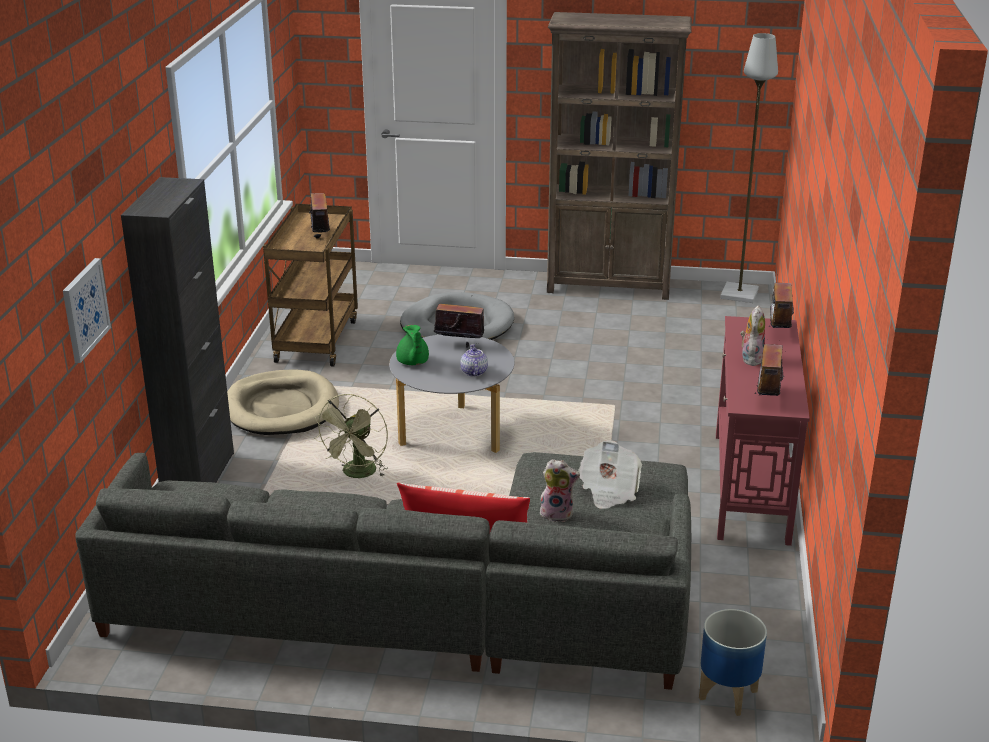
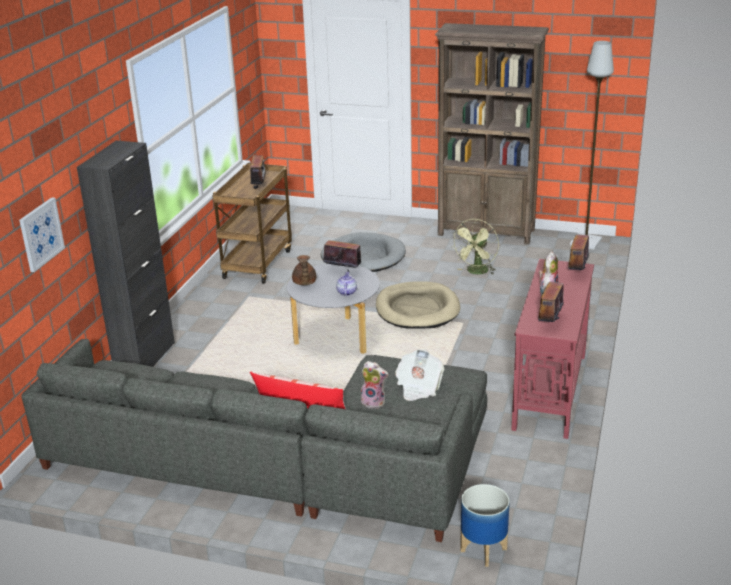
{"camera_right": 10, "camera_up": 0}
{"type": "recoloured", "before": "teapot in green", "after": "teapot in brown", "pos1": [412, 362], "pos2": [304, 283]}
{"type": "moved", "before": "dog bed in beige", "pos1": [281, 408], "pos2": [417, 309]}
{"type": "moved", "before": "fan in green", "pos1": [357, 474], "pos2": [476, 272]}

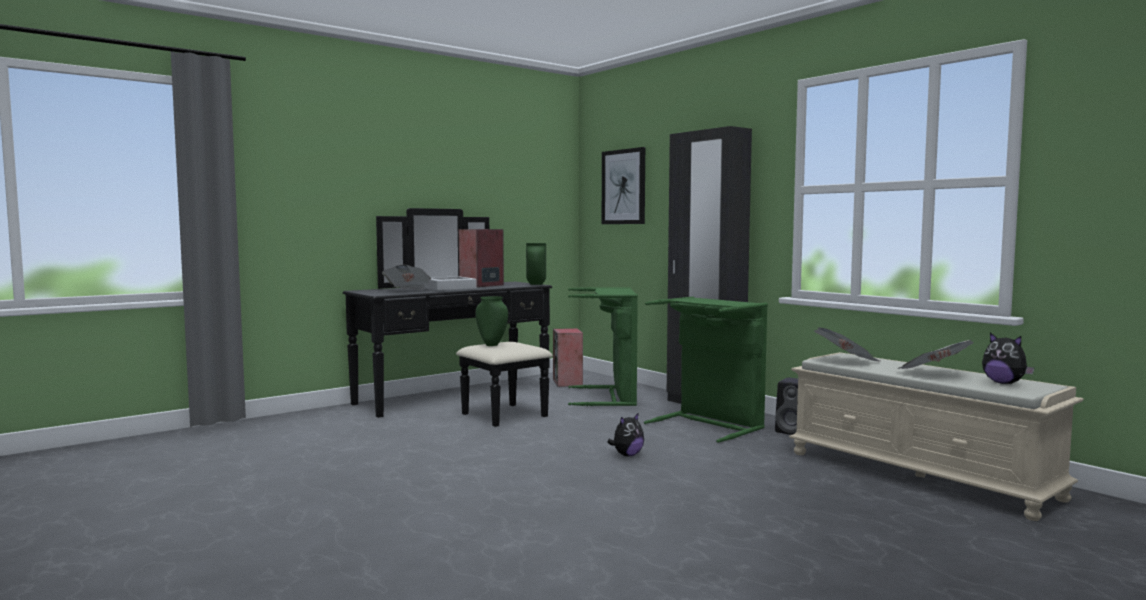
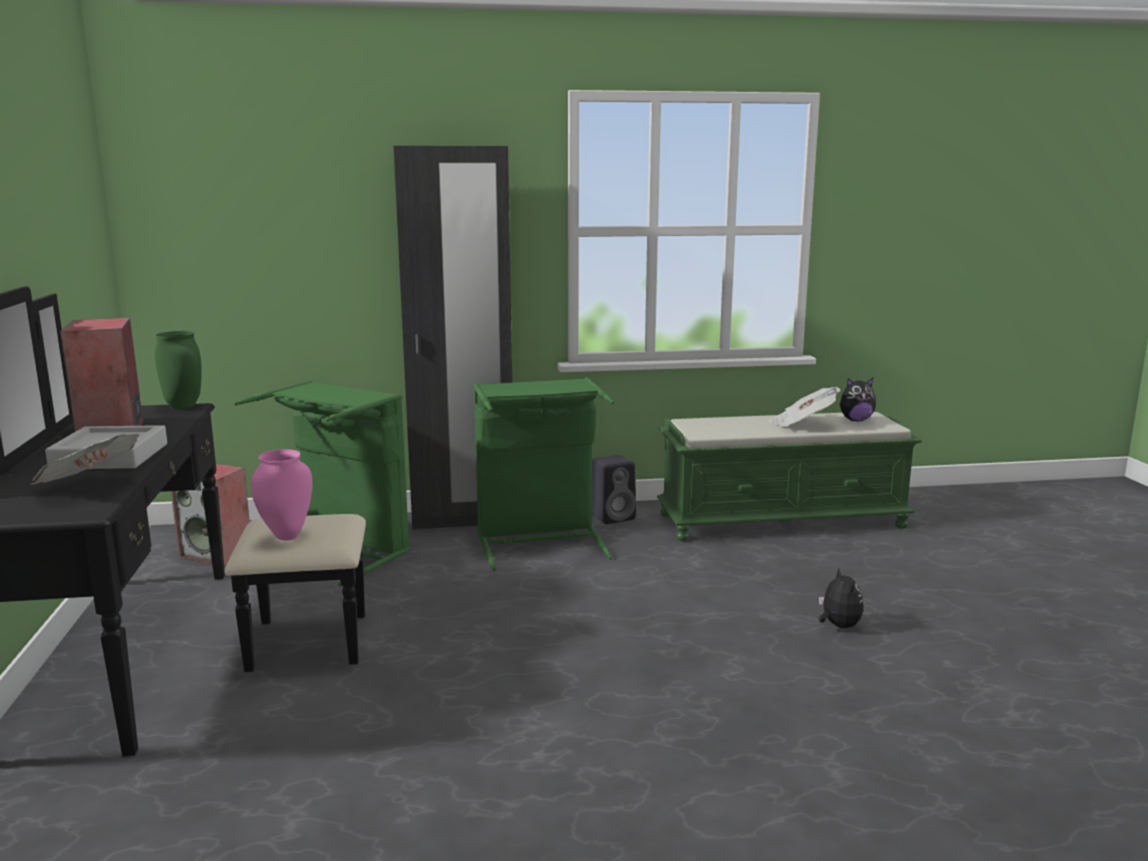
{"camera_right": -60, "camera_up": 10}
{"type": "recoloured", "before": "vase in green", "after": "vase in pink", "pos1": [492, 345], "pos2": [286, 536]}
{"type": "recoloured", "before": "bench in beige", "after": "bench in green", "pos1": [921, 475], "pos2": [782, 520]}
{"type": "moved", "before": "plush toy", "pos1": [627, 455], "pos2": [838, 626]}
{"type": "removed", "before": "picture", "pos1": [624, 187]}
{"type": "removed", "before": "newspaper", "pos1": [847, 361]}

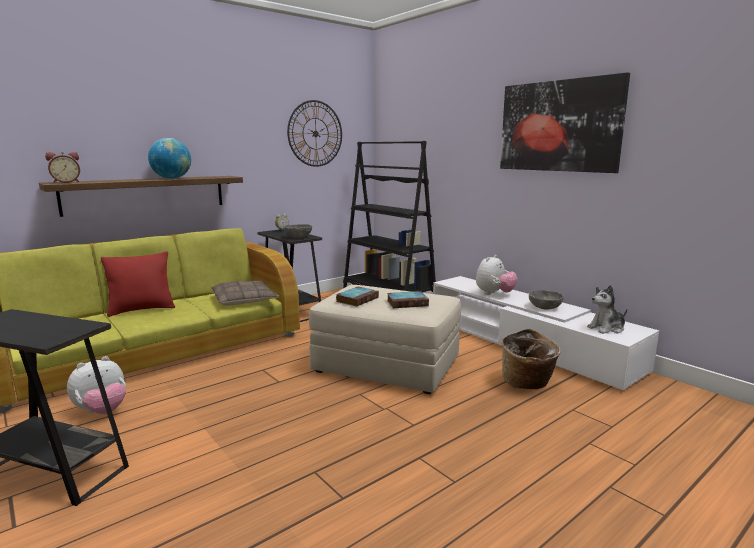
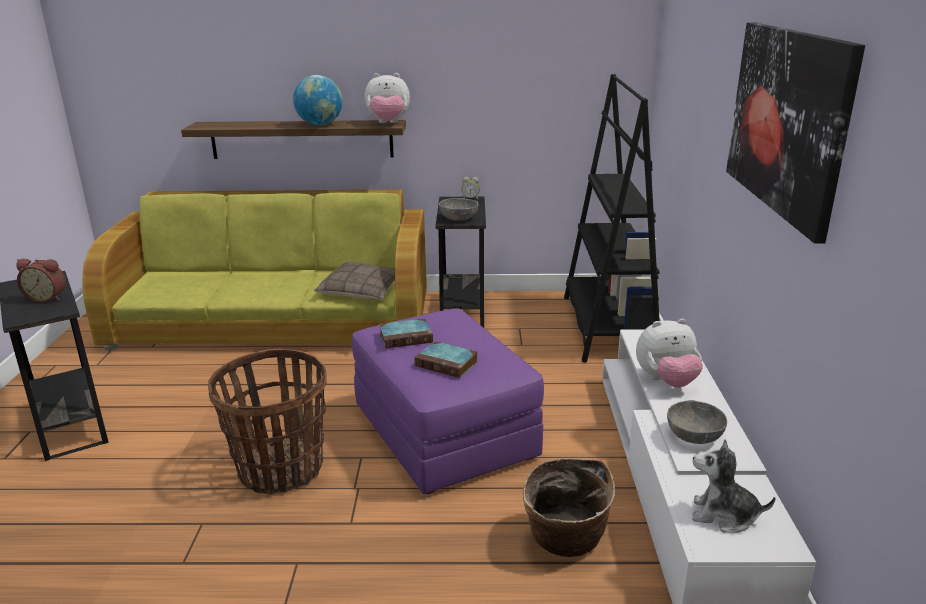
{"camera_right": 40, "camera_up": 10}
{"type": "moved", "before": "alarm clock", "pos1": [66, 182], "pos2": [47, 298]}
{"type": "added", "after": "basket", "pos2": [280, 470]}
{"type": "recoloured", "before": "ottoman in beige", "after": "ottoman in purple", "pos1": [387, 365], "pos2": [445, 432]}
{"type": "moved", "before": "plush toy", "pos1": [102, 411], "pos2": [388, 123]}
{"type": "removed", "before": "pillow in red", "pos1": [142, 309]}
{"type": "removed", "before": "wall clock", "pos1": [315, 133]}

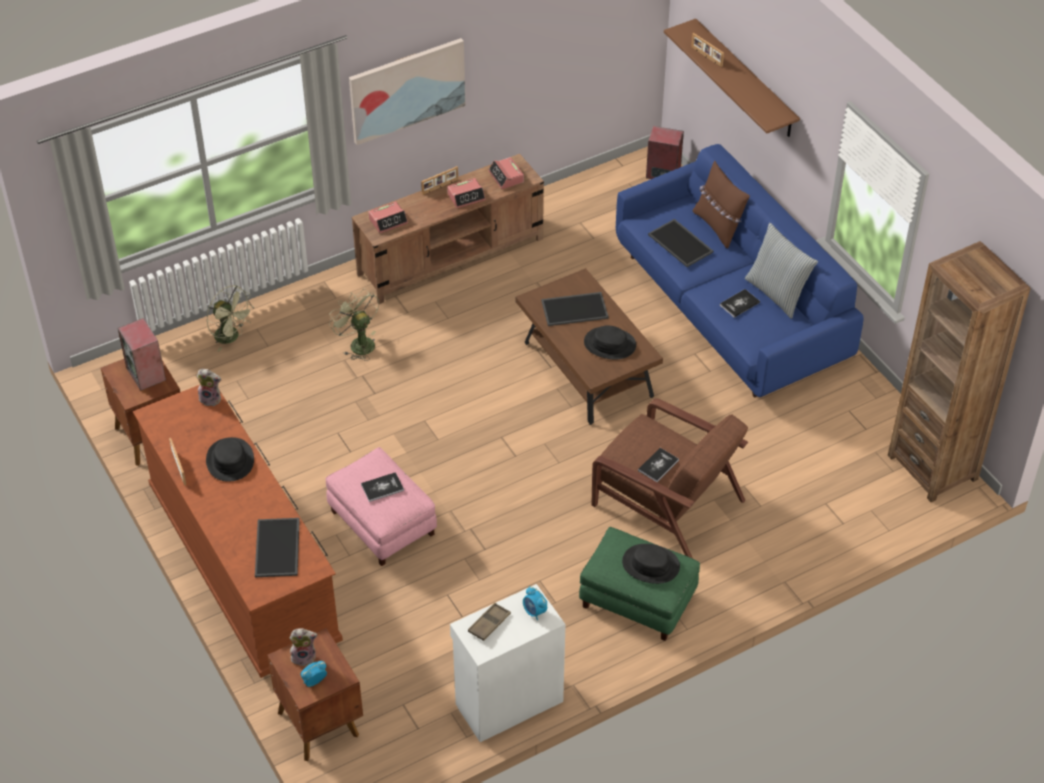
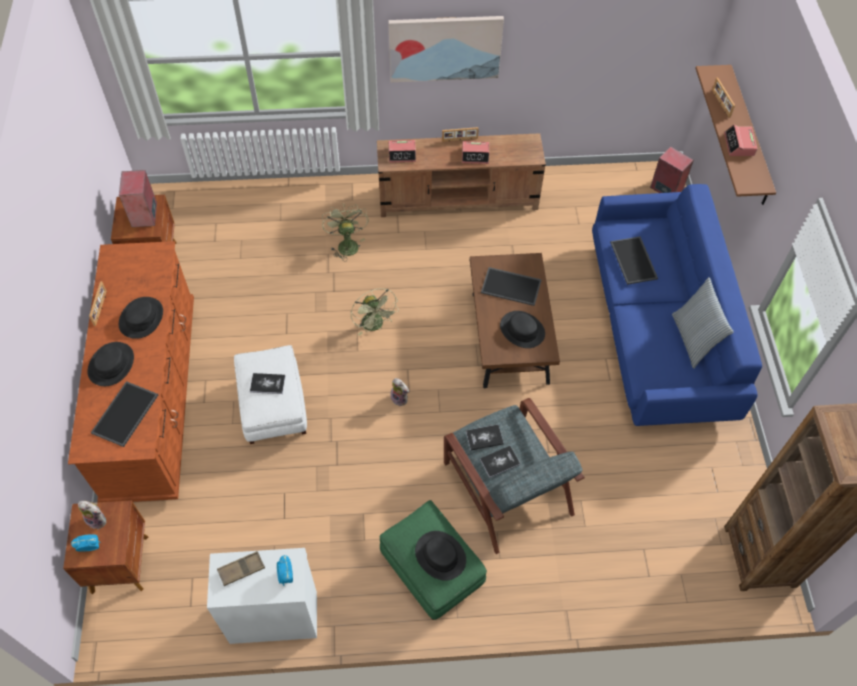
{"camera_right": 25, "camera_up": 10}
{"type": "added", "after": "hat in black", "pos2": [111, 364]}
{"type": "recoloured", "before": "ottoman in pink", "after": "ottoman in white", "pos1": [381, 523], "pos2": [272, 406]}
{"type": "moved", "before": "fan in green", "pos1": [231, 337], "pos2": [375, 325]}
{"type": "moved", "before": "plush toy", "pos1": [211, 399], "pos2": [400, 398]}
{"type": "recoloured", "before": "armchair in brown", "after": "armchair in grey", "pos1": [665, 501], "pos2": [506, 485]}
{"type": "moved", "before": "book", "pos1": [739, 304], "pos2": [484, 438]}
{"type": "moved", "before": "alarm clock", "pos1": [506, 177], "pos2": [739, 145]}
{"type": "removed", "before": "pillow in brown", "pos1": [718, 226]}

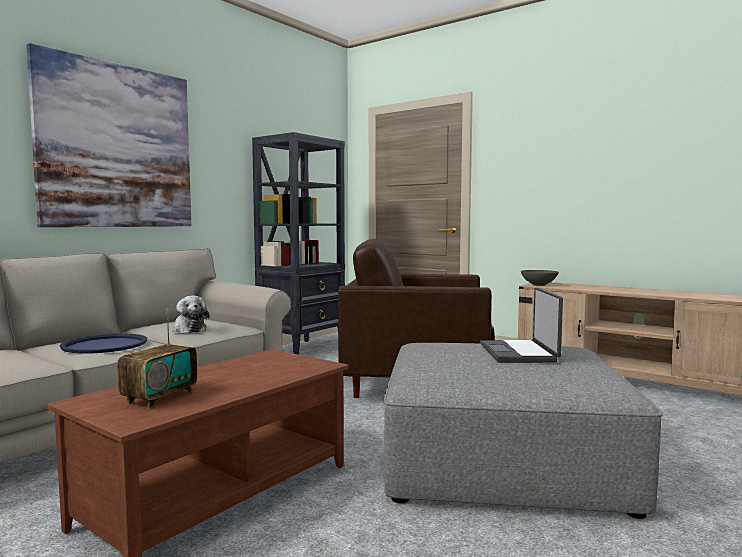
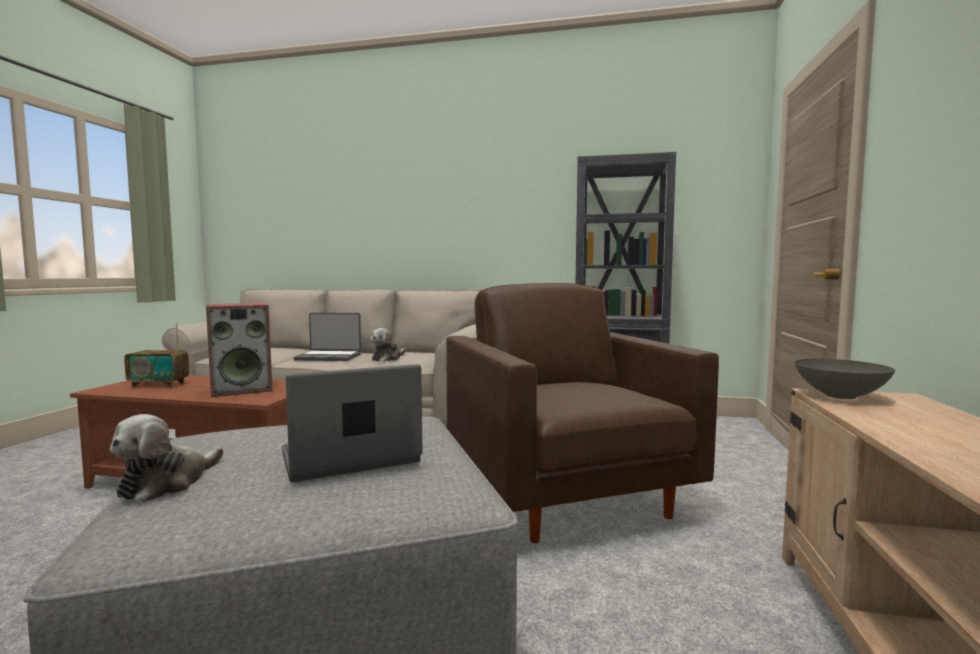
{"camera_right": 65, "camera_up": 0}
{"type": "added", "after": "plush toy", "pos2": [167, 483]}
{"type": "added", "after": "speaker", "pos2": [242, 389]}
{"type": "replaced", "before": "tray in blue", "after": "laptop", "pos1": [104, 345], "pos2": [329, 357]}
{"type": "removed", "before": "picture", "pos1": [117, 146]}

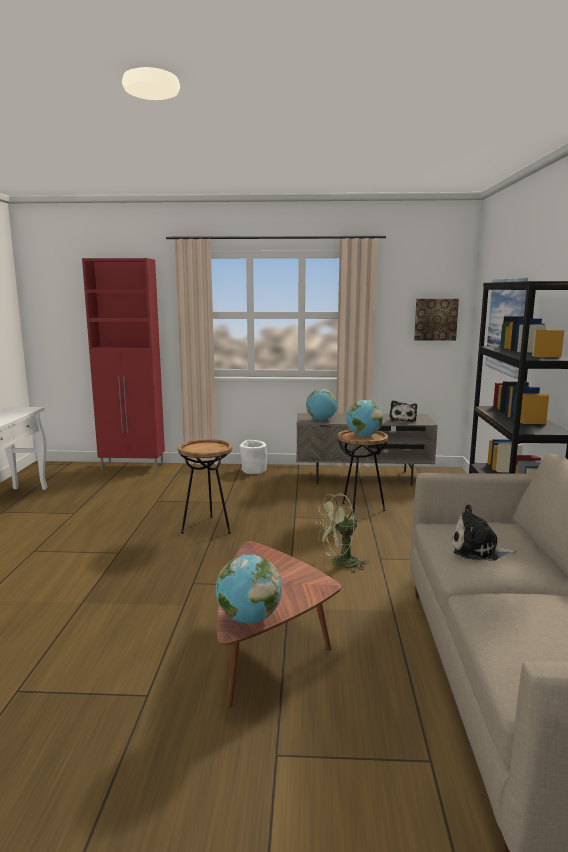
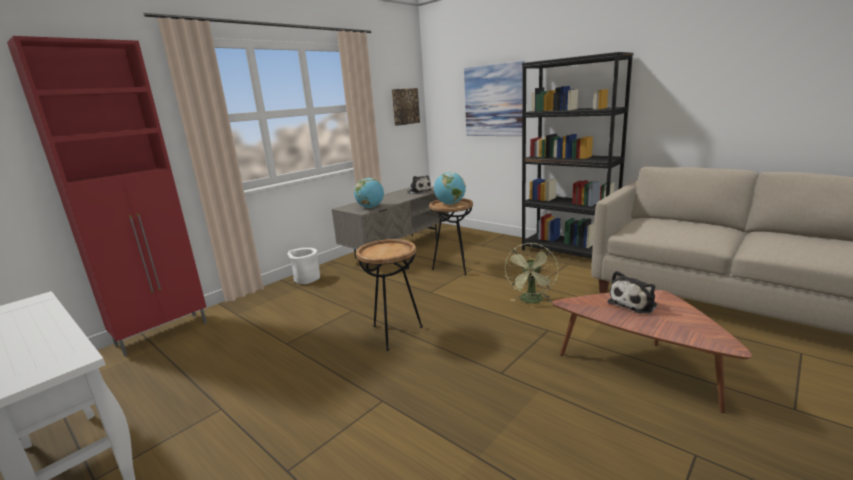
{"camera_right": -50, "camera_up": 5}
{"type": "moved", "before": "plush toy", "pos1": [478, 550], "pos2": [634, 303]}
{"type": "removed", "before": "globe", "pos1": [249, 618]}

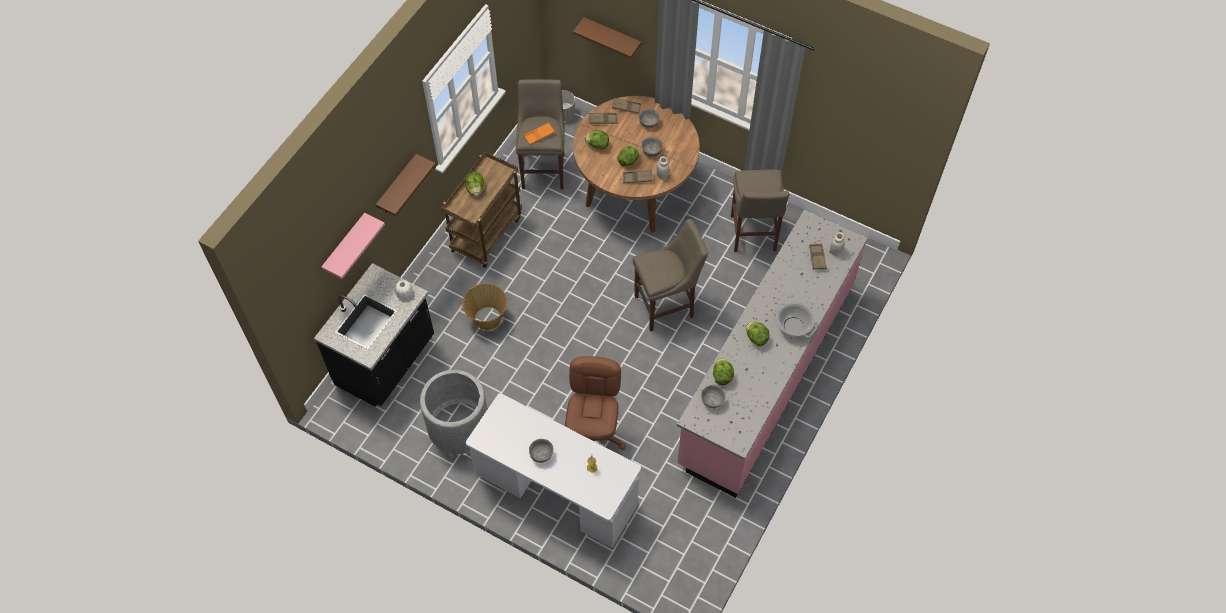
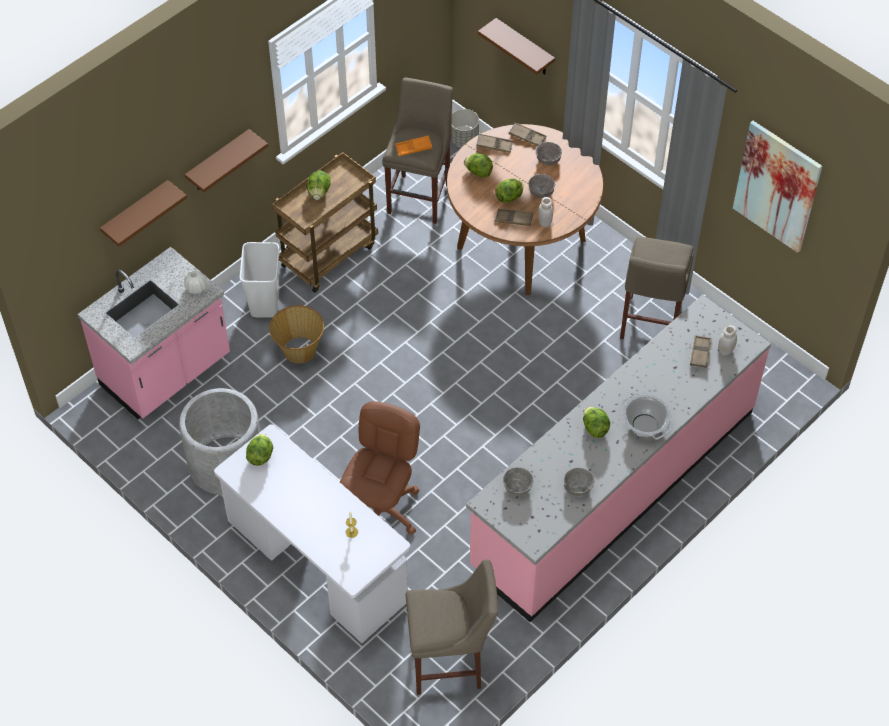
{"camera_right": 15, "camera_up": -5}
{"type": "recoloured", "before": "counter in black", "after": "counter in pink", "pos1": [386, 362], "pos2": [166, 373]}
{"type": "recoloured", "before": "shelf in pink", "after": "shelf in brown", "pos1": [345, 247], "pos2": [136, 214]}
{"type": "added", "after": "trash can in white", "pos2": [264, 302]}
{"type": "moved", "before": "lettuce", "pos1": [722, 376], "pos2": [260, 455]}
{"type": "moved", "before": "stool in beige", "pos1": [667, 306], "pos2": [450, 664]}
{"type": "moved", "before": "bowl in grey", "pos1": [541, 455], "pos2": [577, 488]}
{"type": "added", "after": "picture", "pos2": [777, 186]}

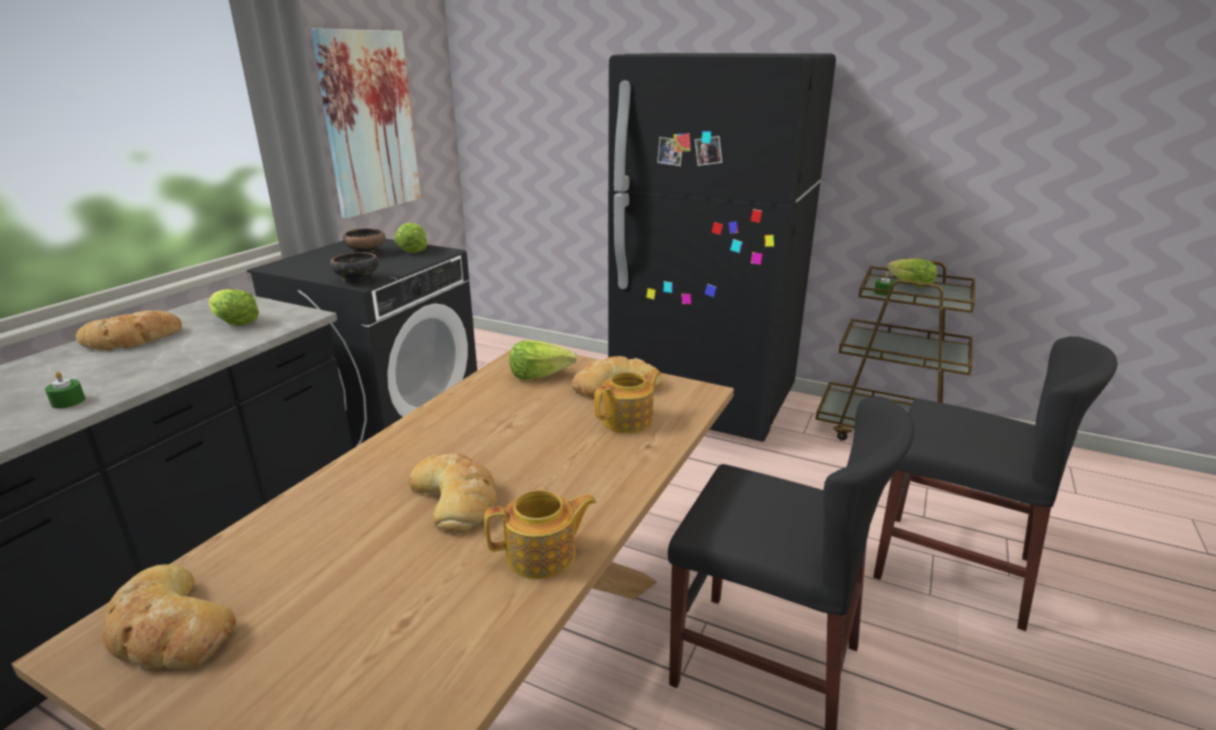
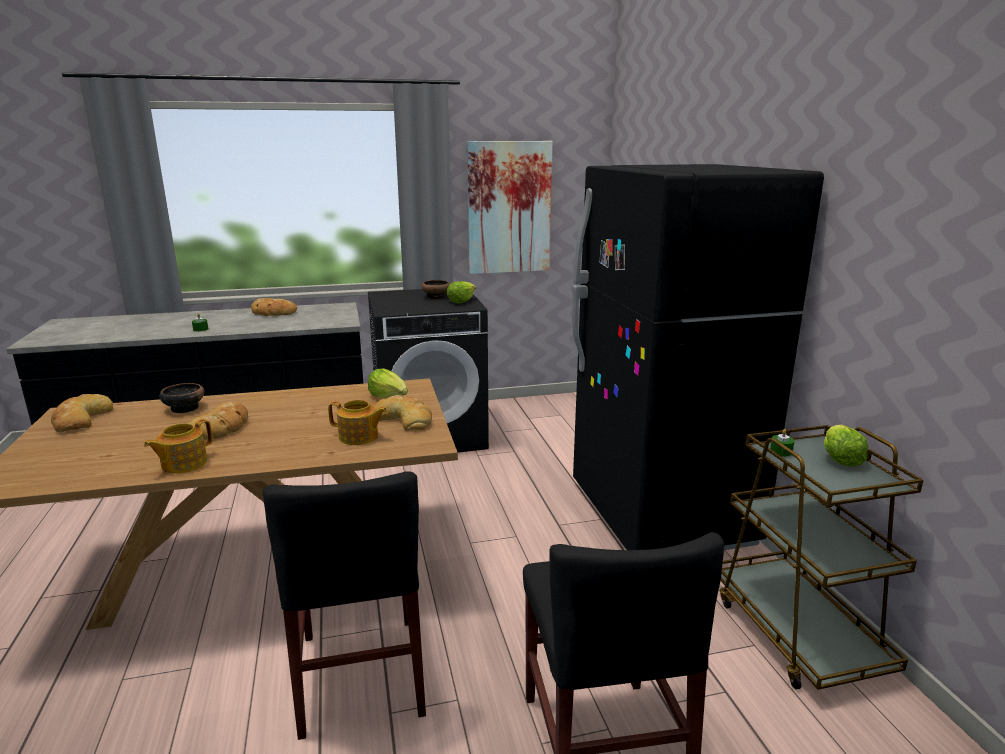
{"camera_right": 50, "camera_up": -5}
{"type": "turned", "before": "teapot", "pos1": [543, 555], "pos2": [183, 464], "turn": 90}
{"type": "moved", "before": "bowl", "pos1": [357, 280], "pos2": [184, 408]}
{"type": "removed", "before": "lettuce", "pos1": [234, 322]}

